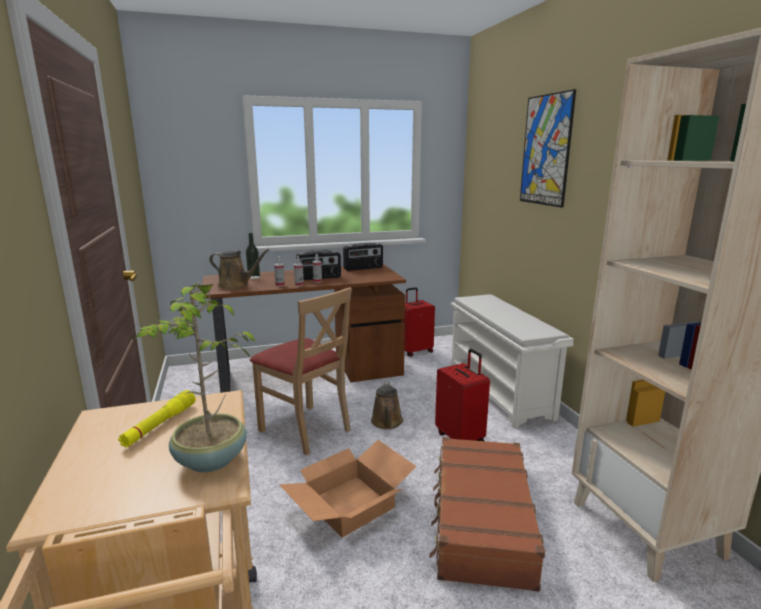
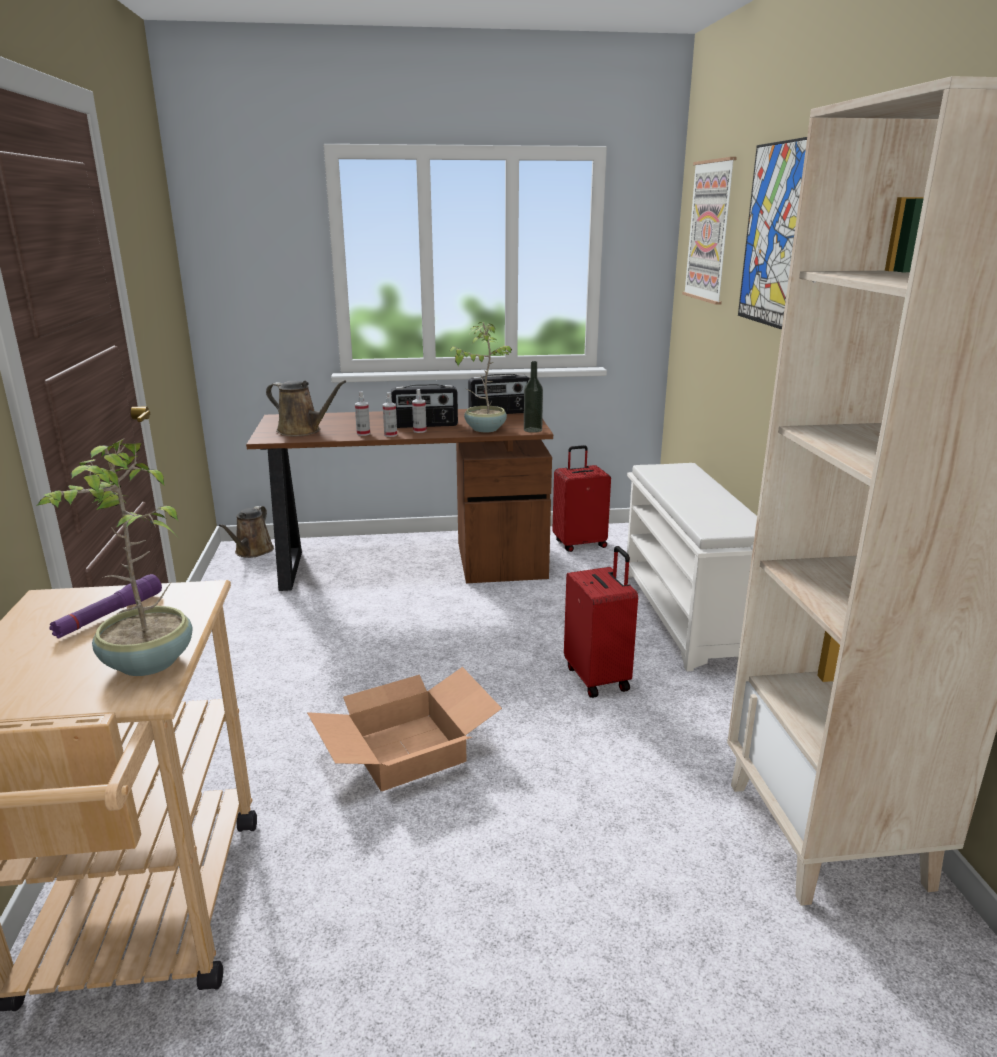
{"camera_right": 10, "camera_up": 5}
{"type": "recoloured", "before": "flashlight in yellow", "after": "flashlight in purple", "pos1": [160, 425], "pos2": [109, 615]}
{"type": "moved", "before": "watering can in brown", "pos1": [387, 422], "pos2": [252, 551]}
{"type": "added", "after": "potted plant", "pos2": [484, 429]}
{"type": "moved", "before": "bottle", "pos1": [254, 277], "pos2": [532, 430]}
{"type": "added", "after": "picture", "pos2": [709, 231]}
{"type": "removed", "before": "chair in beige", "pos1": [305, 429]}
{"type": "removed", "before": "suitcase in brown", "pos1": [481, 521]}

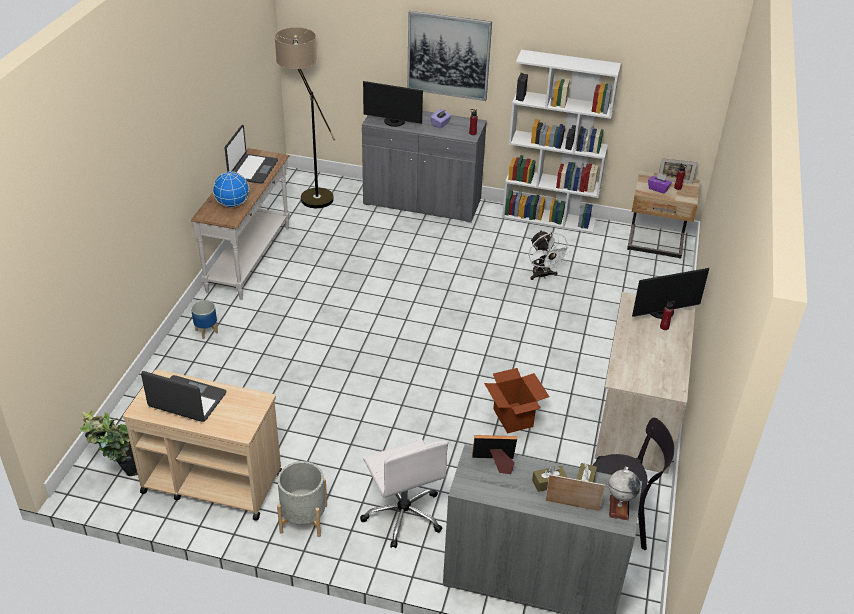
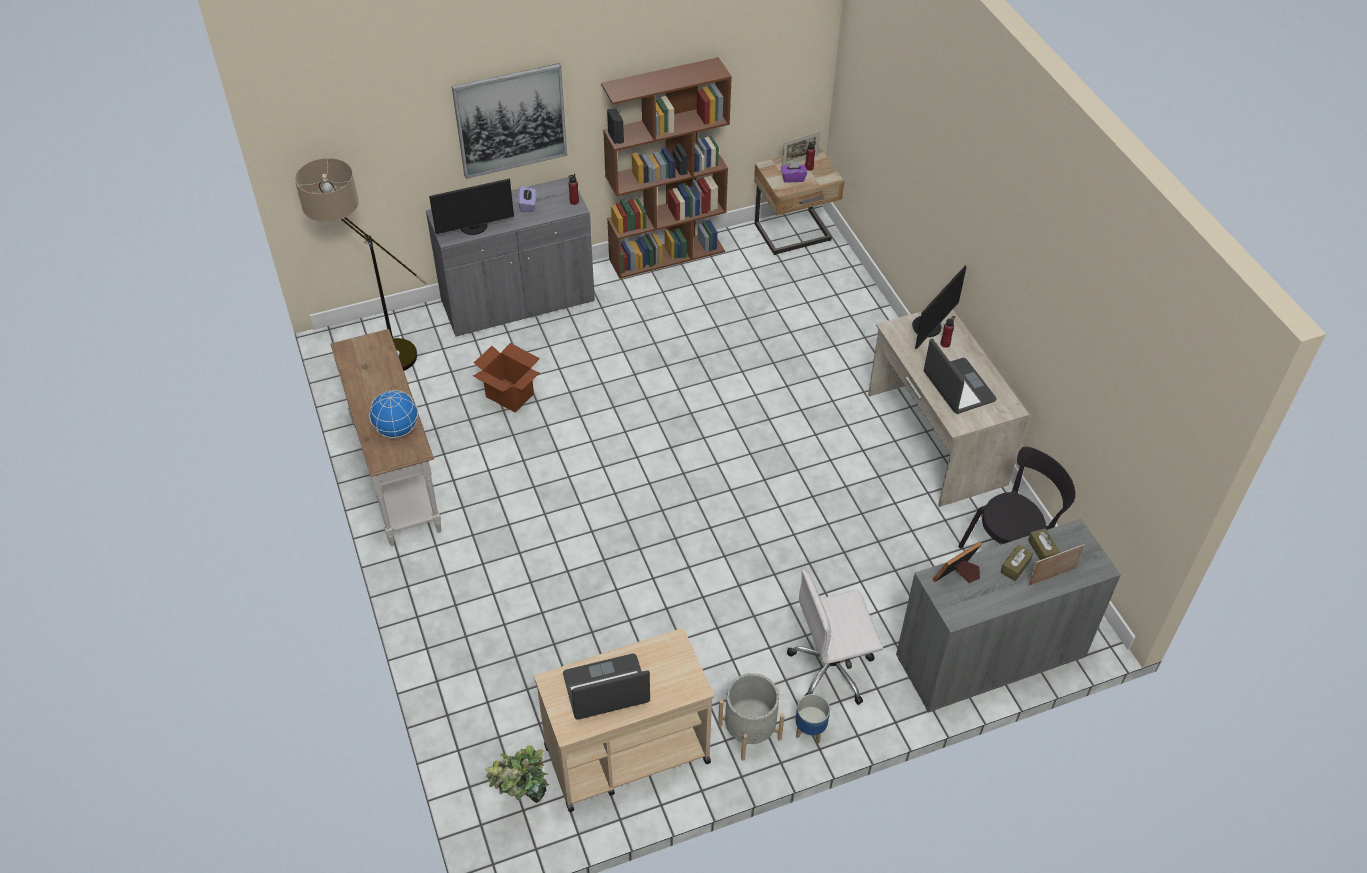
{"camera_right": -35, "camera_up": 10}
{"type": "moved", "before": "cardboard box", "pos1": [513, 418], "pos2": [510, 395]}
{"type": "recoloured", "before": "bookcase in white", "after": "bookcase in brown", "pos1": [549, 218], "pos2": [667, 254]}
{"type": "turned", "before": "office chair in white", "pos1": [403, 515], "pos2": [832, 668], "turn": 135}
{"type": "moved", "before": "planter", "pos1": [206, 331], "pos2": [809, 730]}
{"type": "moved", "before": "laptop", "pos1": [252, 169], "pos2": [958, 387]}
{"type": "removed", "before": "fan in white", "pos1": [543, 275]}
{"type": "removed", "before": "globe", "pos1": [619, 507]}

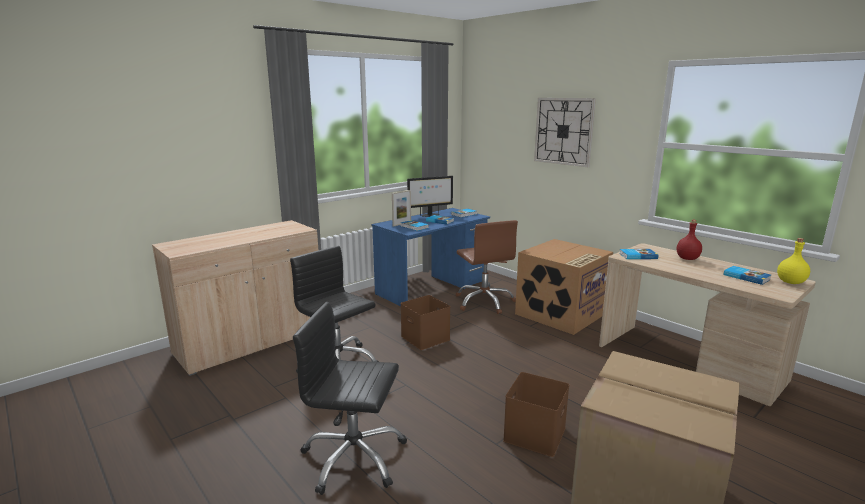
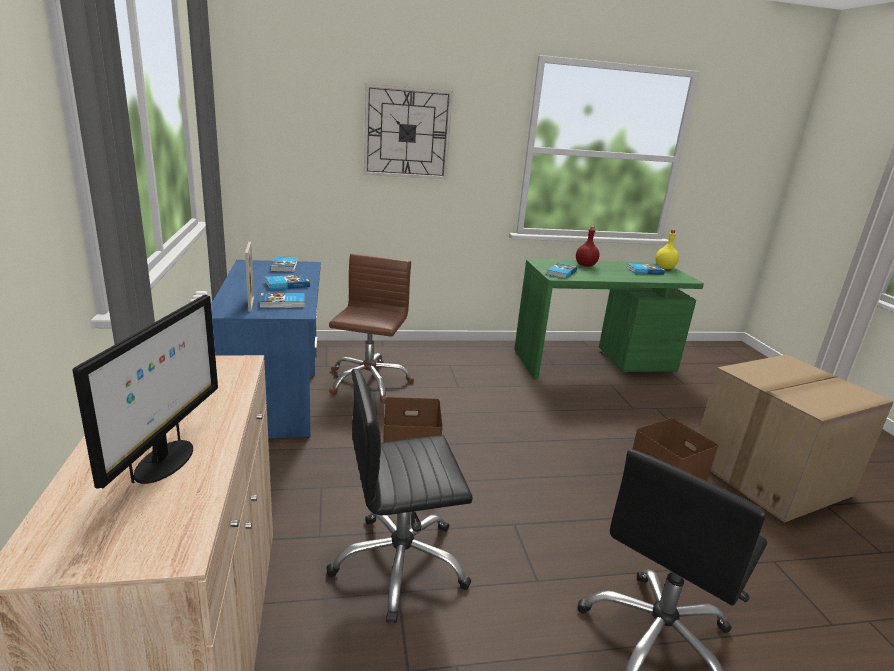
{"camera_right": -60, "camera_up": 5}
{"type": "moved", "before": "monitor", "pos1": [430, 215], "pos2": [164, 462]}
{"type": "turned", "before": "office chair in brown", "pos1": [484, 302], "pos2": [368, 382], "turn": -90}
{"type": "recoloured", "before": "desk in beige", "after": "desk in green", "pos1": [688, 362], "pos2": [594, 362]}
{"type": "removed", "before": "cardboard box", "pos1": [561, 314]}

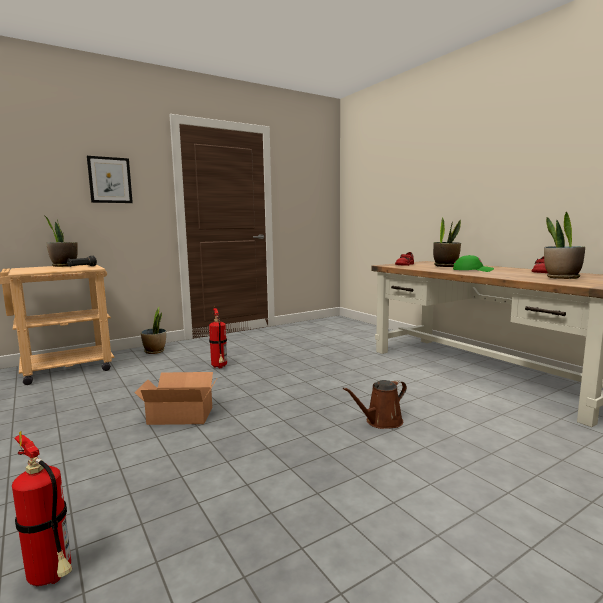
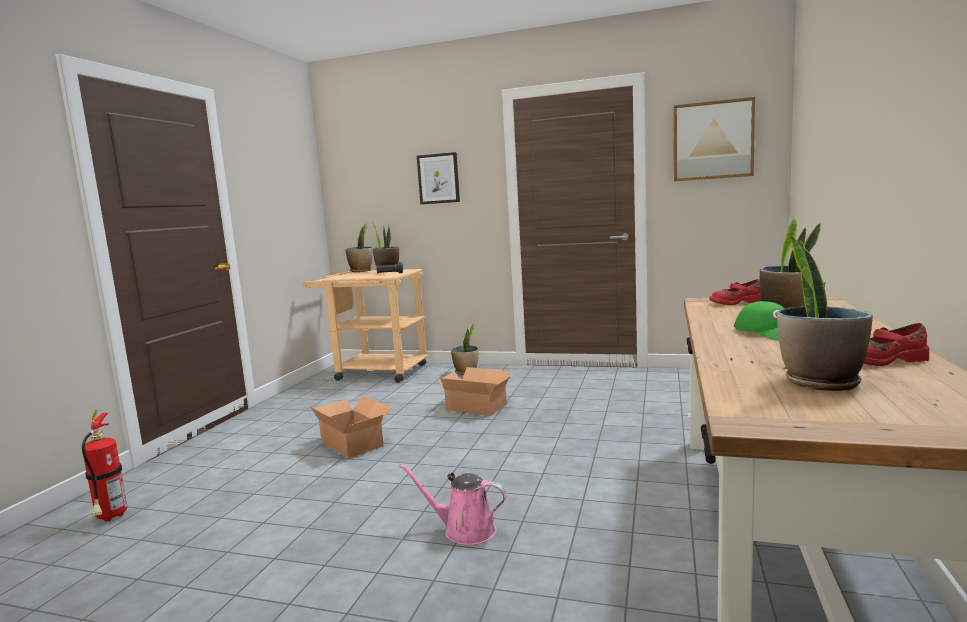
{"camera_right": 50, "camera_up": 0}
{"type": "added", "after": "potted plant", "pos2": [361, 271]}
{"type": "recoloured", "before": "watering can in brown", "after": "watering can in pink", "pos1": [381, 422], "pos2": [464, 530]}
{"type": "replaced", "before": "fire extinguisher", "after": "cardboard box", "pos1": [219, 367], "pos2": [476, 406]}
{"type": "added", "after": "picture", "pos2": [712, 140]}

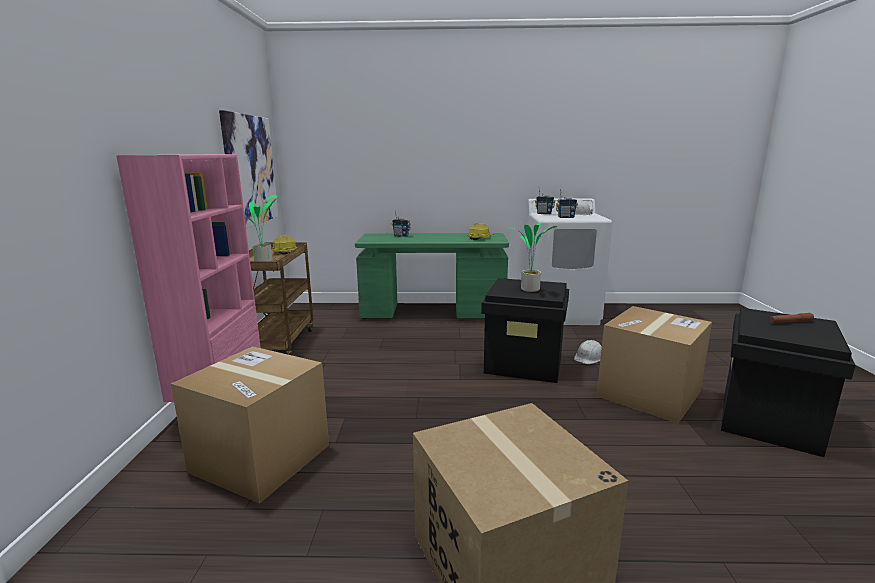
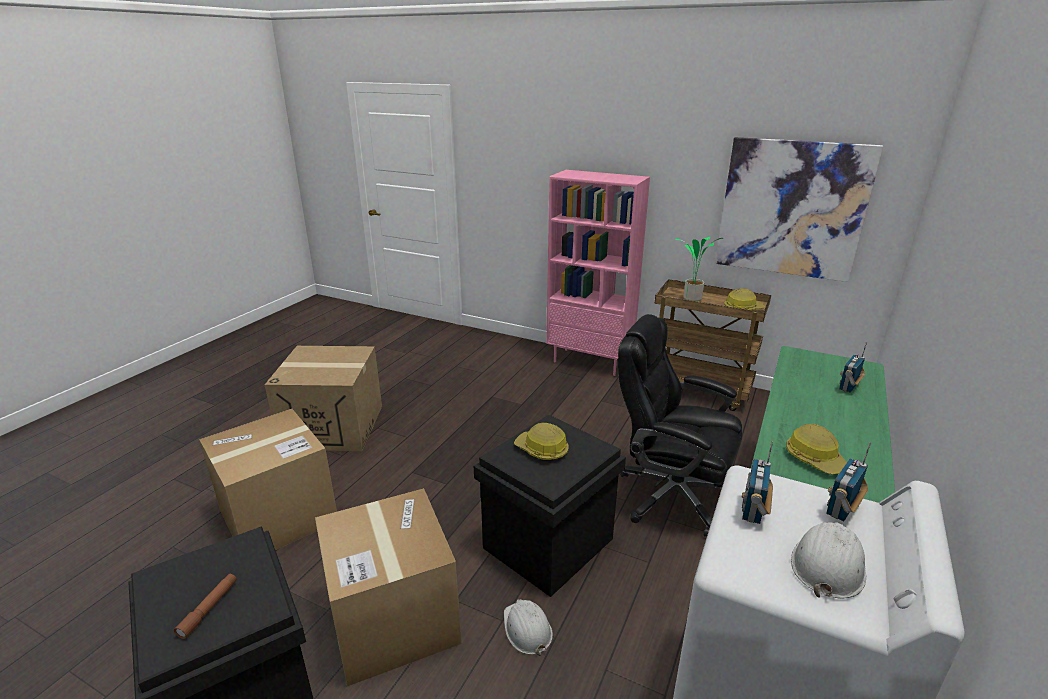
{"camera_right": 115, "camera_up": 10}
{"type": "moved", "before": "cardboard box", "pos1": [261, 458], "pos2": [278, 516]}
{"type": "replaced", "before": "potted plant", "after": "hard hat", "pos1": [529, 289], "pos2": [542, 450]}
{"type": "added", "after": "office chair in black", "pos2": [671, 495]}

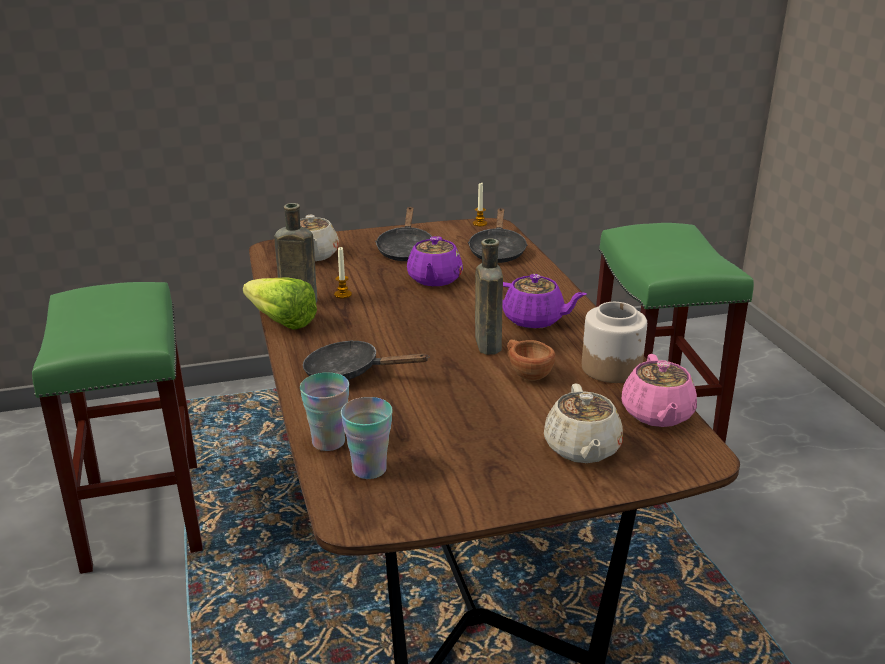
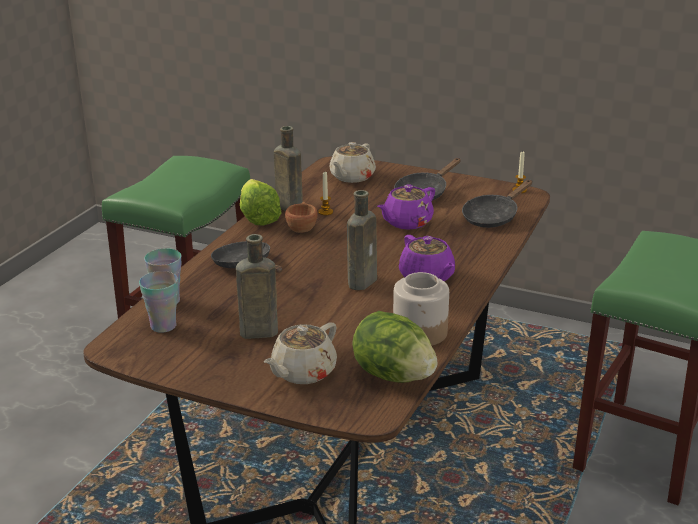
{"camera_right": 40, "camera_up": 0}
{"type": "added", "after": "bottle in brown", "pos2": [256, 333]}
{"type": "moved", "before": "cup in brown", "pos1": [526, 373], "pos2": [302, 228]}
{"type": "replaced", "before": "teapot in pink", "after": "lettuce", "pos1": [657, 414], "pos2": [393, 375]}

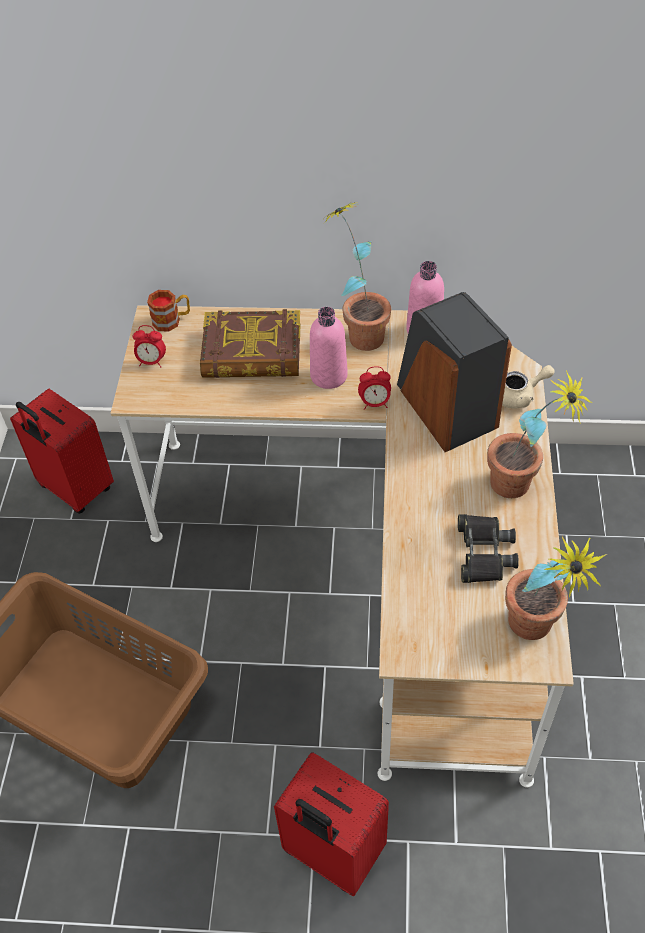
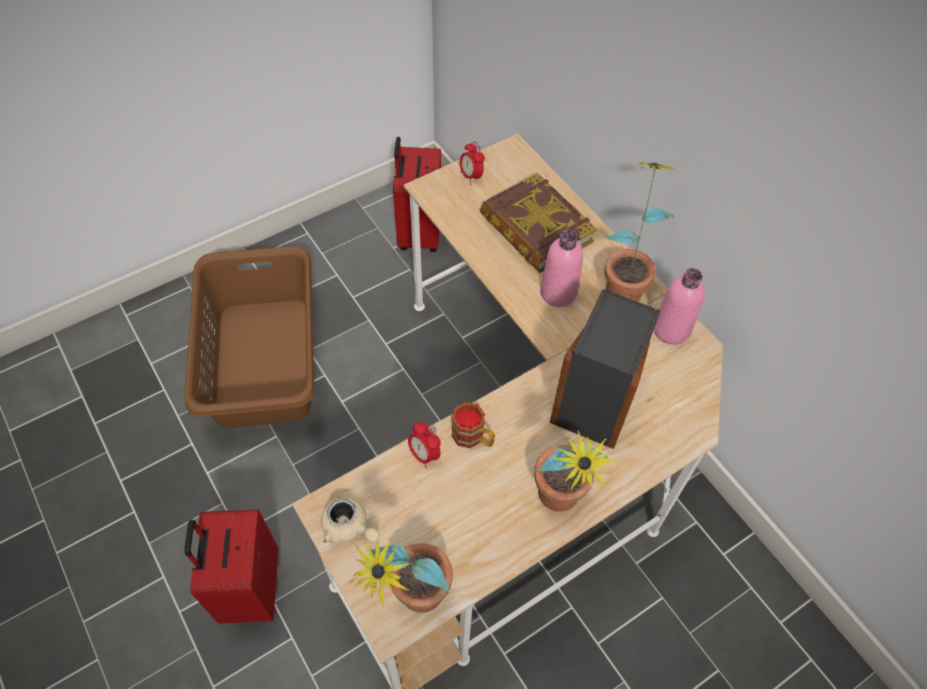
{"camera_right": 50, "camera_up": 5}
{"type": "moved", "before": "teapot in beige", "pos1": [519, 396], "pos2": [349, 528]}
{"type": "moved", "before": "alarm clock", "pos1": [374, 403], "pos2": [424, 454]}
{"type": "moved", "before": "mug", "pos1": [172, 320], "pos2": [473, 437]}
{"type": "removed", "before": "binoculars in black", "pos1": [483, 553]}

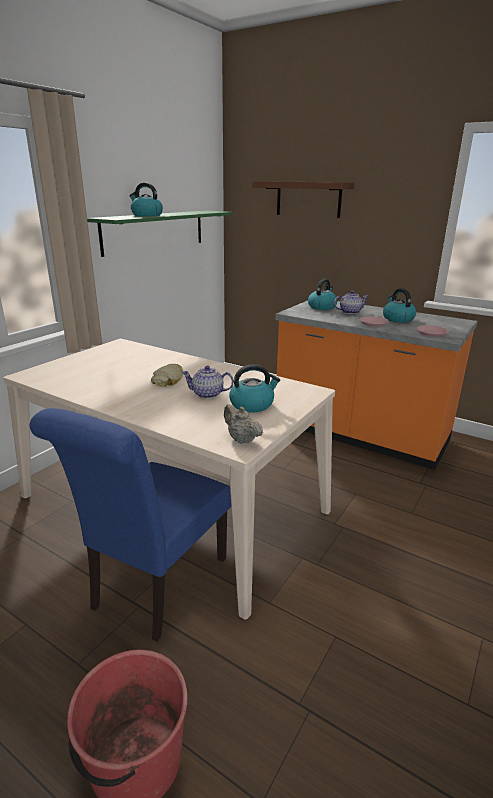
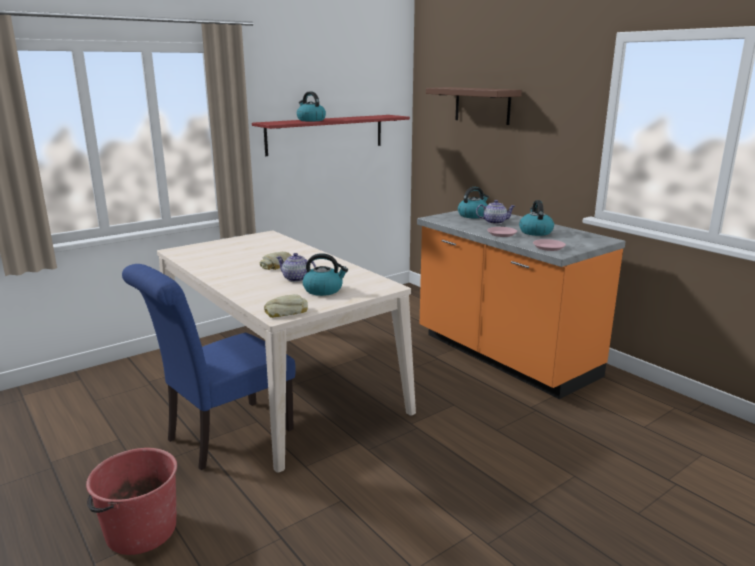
{"camera_right": 20, "camera_up": -5}
{"type": "recoloured", "before": "shelf in green", "after": "shelf in red", "pos1": [155, 231], "pos2": [325, 134]}
{"type": "replaced", "before": "teapot in beige", "after": "bread", "pos1": [241, 439], "pos2": [286, 311]}

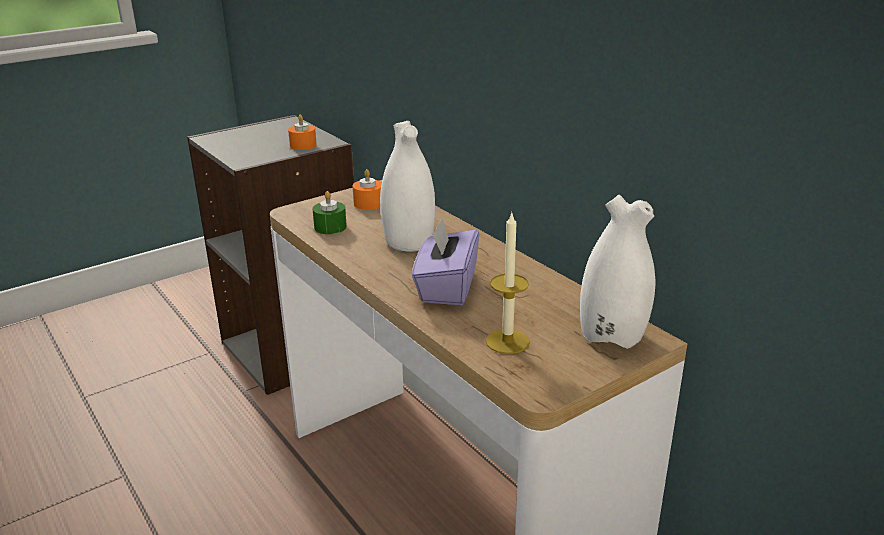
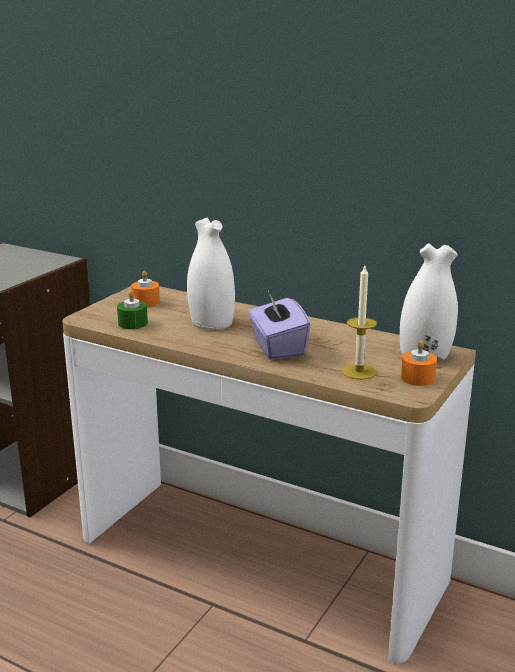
{"camera_right": -25, "camera_up": -5}
{"type": "moved", "before": "candle in orange", "pos1": [303, 145], "pos2": [417, 378]}

